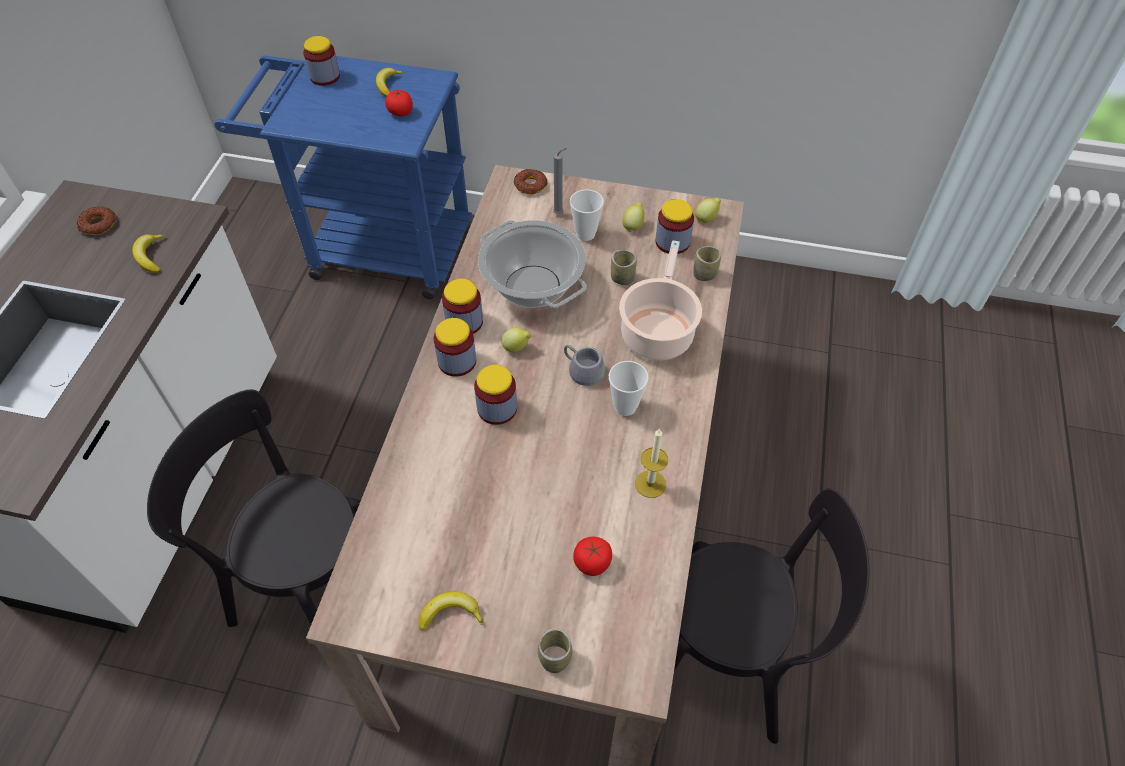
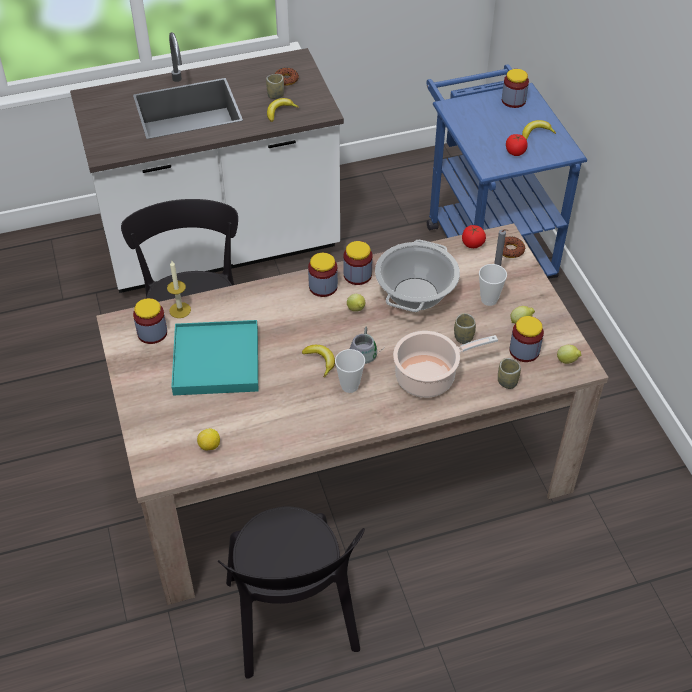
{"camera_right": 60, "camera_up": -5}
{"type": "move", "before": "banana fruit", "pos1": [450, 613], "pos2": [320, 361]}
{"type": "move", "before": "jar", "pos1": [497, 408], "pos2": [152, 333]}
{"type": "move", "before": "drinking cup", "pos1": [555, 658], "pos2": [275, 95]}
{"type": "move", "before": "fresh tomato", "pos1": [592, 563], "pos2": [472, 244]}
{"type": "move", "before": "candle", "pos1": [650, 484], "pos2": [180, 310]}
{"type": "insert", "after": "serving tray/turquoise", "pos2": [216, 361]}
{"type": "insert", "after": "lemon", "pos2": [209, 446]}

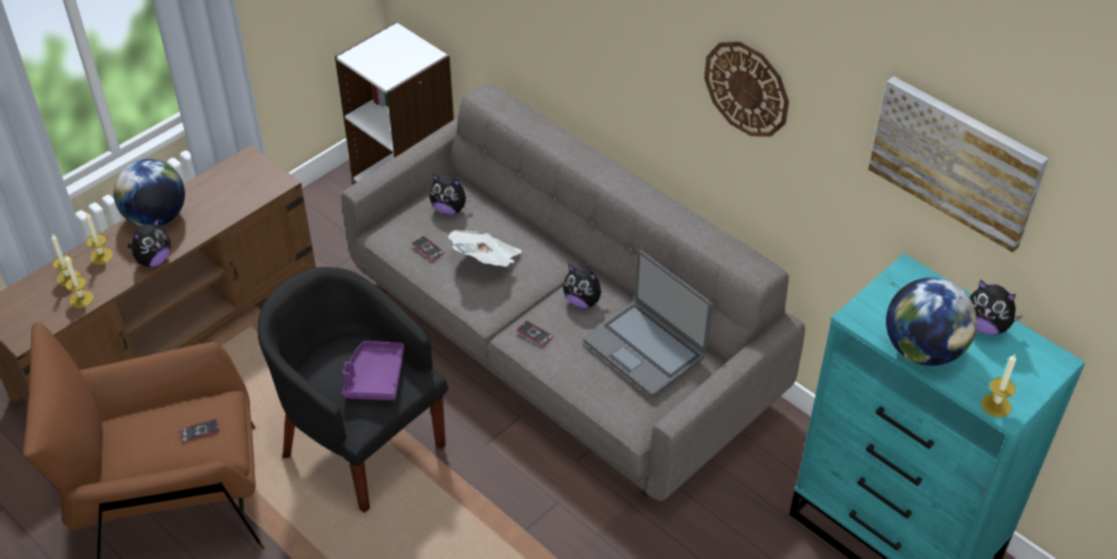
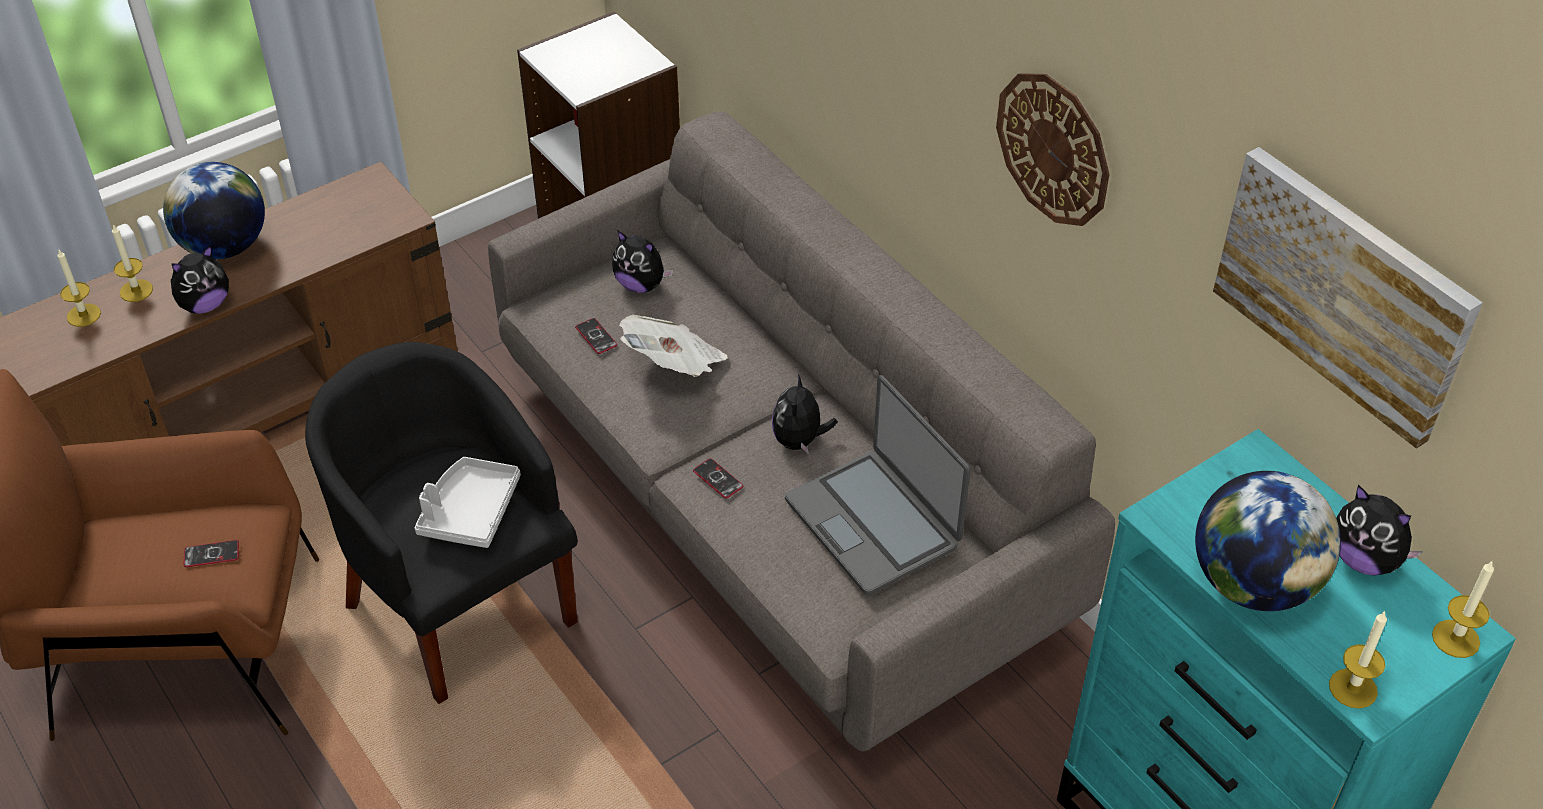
{"camera_right": 10, "camera_up": 0}
{"type": "move", "before": "candle", "pos1": [81, 299], "pos2": [1455, 638]}
{"type": "recolor", "before": "serving tray/purple", "after": "serving tray/gray", "pos1": [374, 377], "pos2": [470, 511]}
{"type": "rotate", "before": "cuddly toy", "pos1": [583, 301], "pos2": [799, 441], "turn": 60}

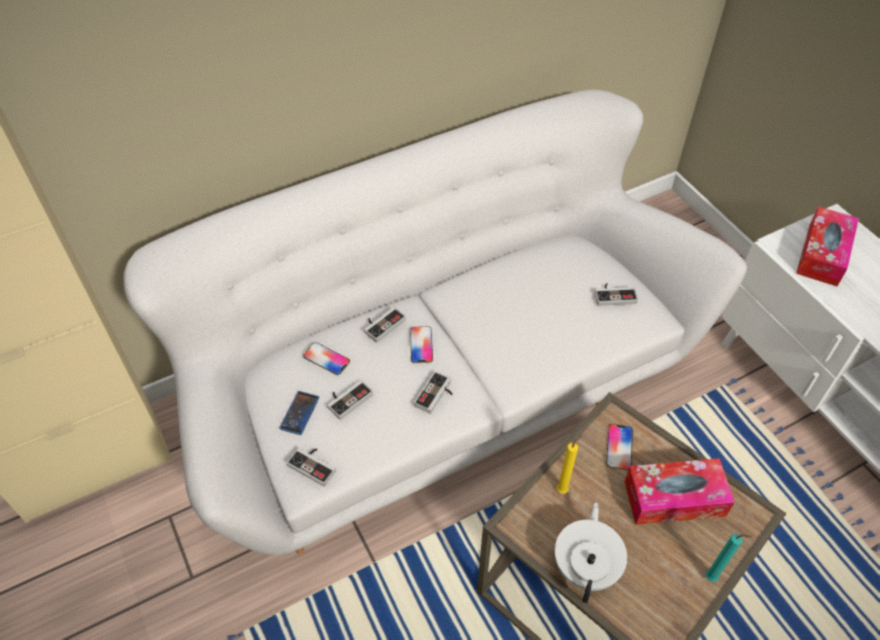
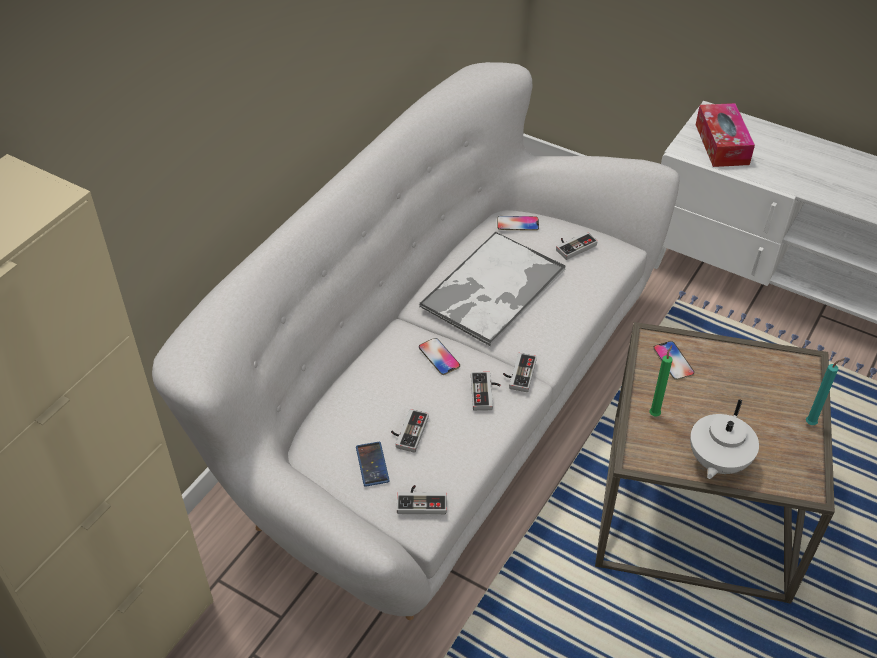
{"camera_right": -30, "camera_up": -5}
{"type": "move", "before": "phone", "pos1": [326, 359], "pos2": [517, 224]}
{"type": "move", "before": "game controller", "pos1": [382, 324], "pos2": [518, 373]}
{"type": "rotate", "before": "pot for tea/white", "pos1": [586, 566], "pos2": [717, 462], "turn": -135}
{"type": "recolor", "before": "candle/yellow", "after": "candle/green", "pos1": [563, 489], "pos2": [655, 413]}
{"type": "delete", "before": "tissue holder", "pos1": [674, 498]}
{"type": "insert", "after": "serving tray", "pos2": [492, 289]}

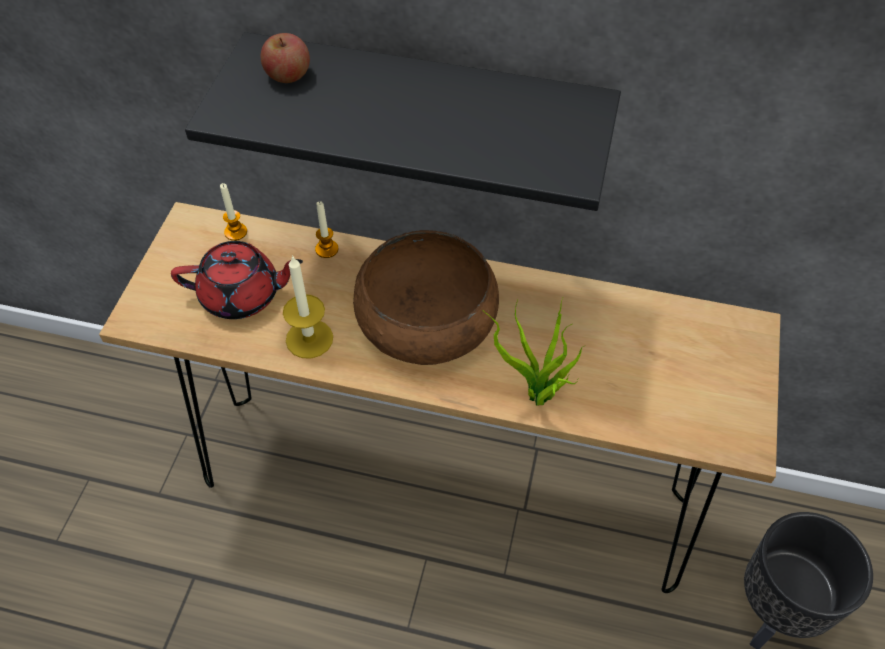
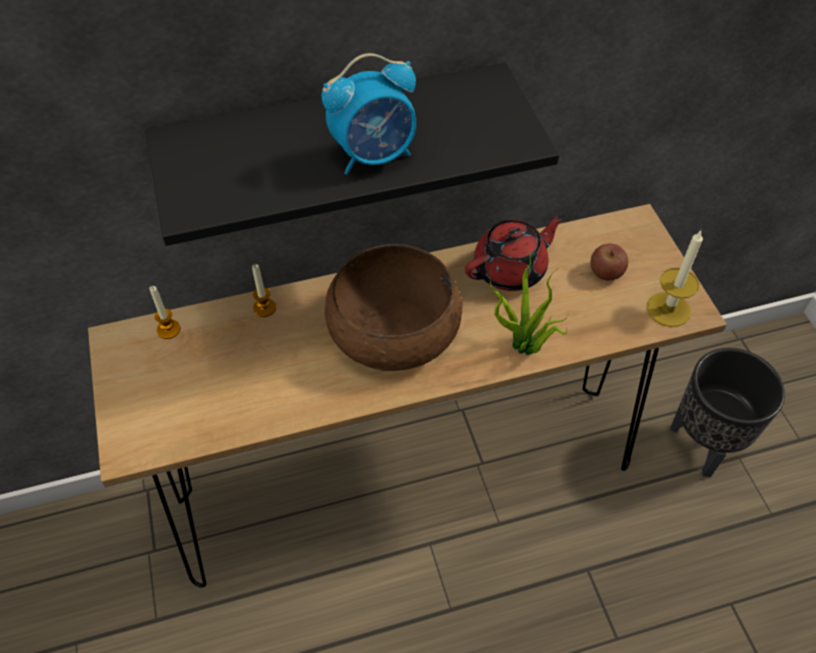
{"camera_right": -30, "camera_up": 0}
{"type": "move", "before": "pot for tea/red", "pos1": [242, 295], "pos2": [511, 269]}
{"type": "move", "before": "apple", "pos1": [288, 75], "pos2": [606, 272]}
{"type": "move", "before": "candle", "pos1": [309, 339], "pos2": [668, 309]}
{"type": "insert", "after": "table clock", "pos2": [374, 155]}

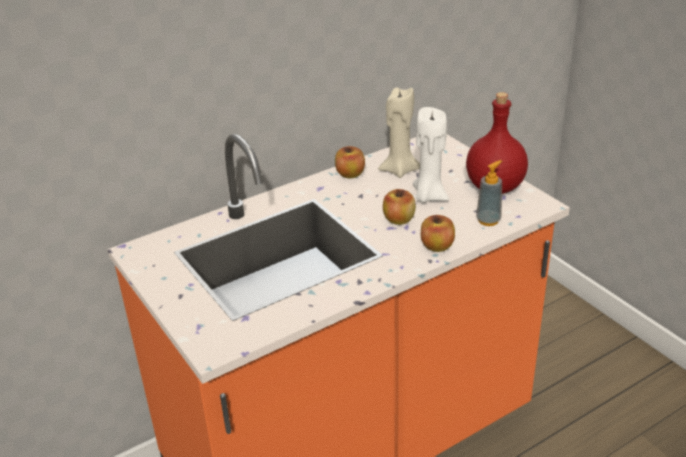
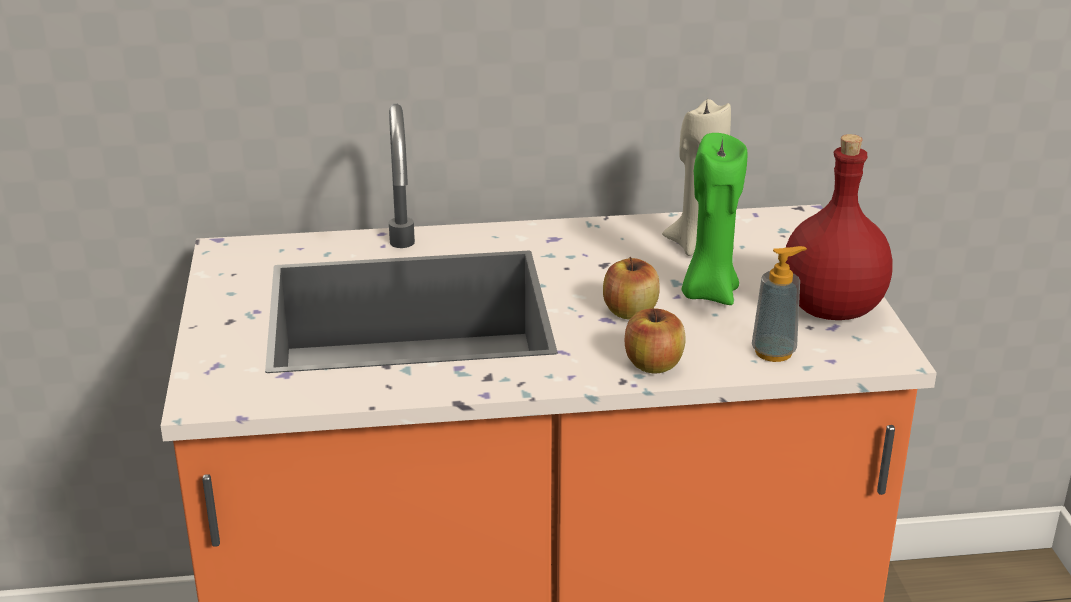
{"camera_right": 25, "camera_up": -5}
{"type": "delete", "before": "apple", "pos1": [350, 174]}
{"type": "recolor", "before": "candle/white", "after": "candle/green", "pos1": [428, 196], "pos2": [709, 293]}

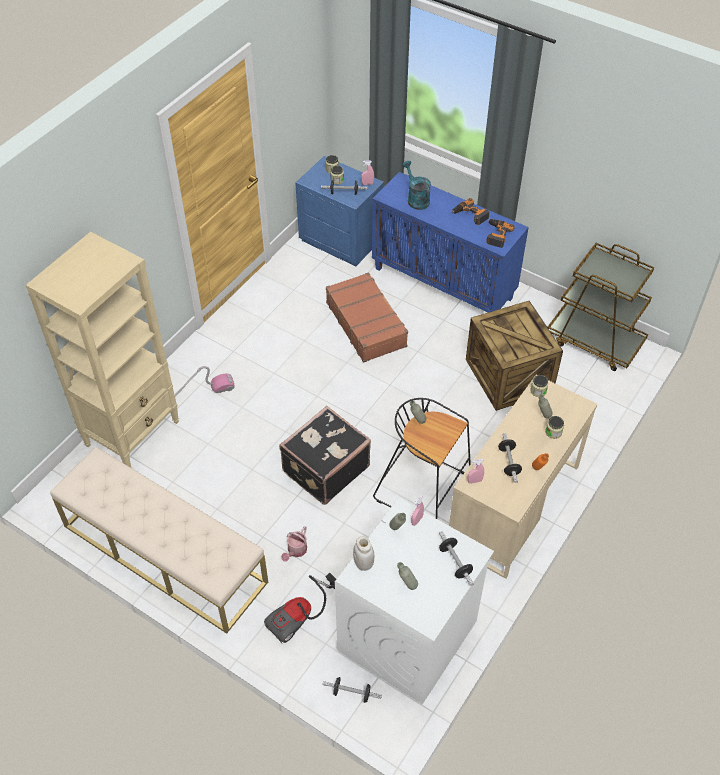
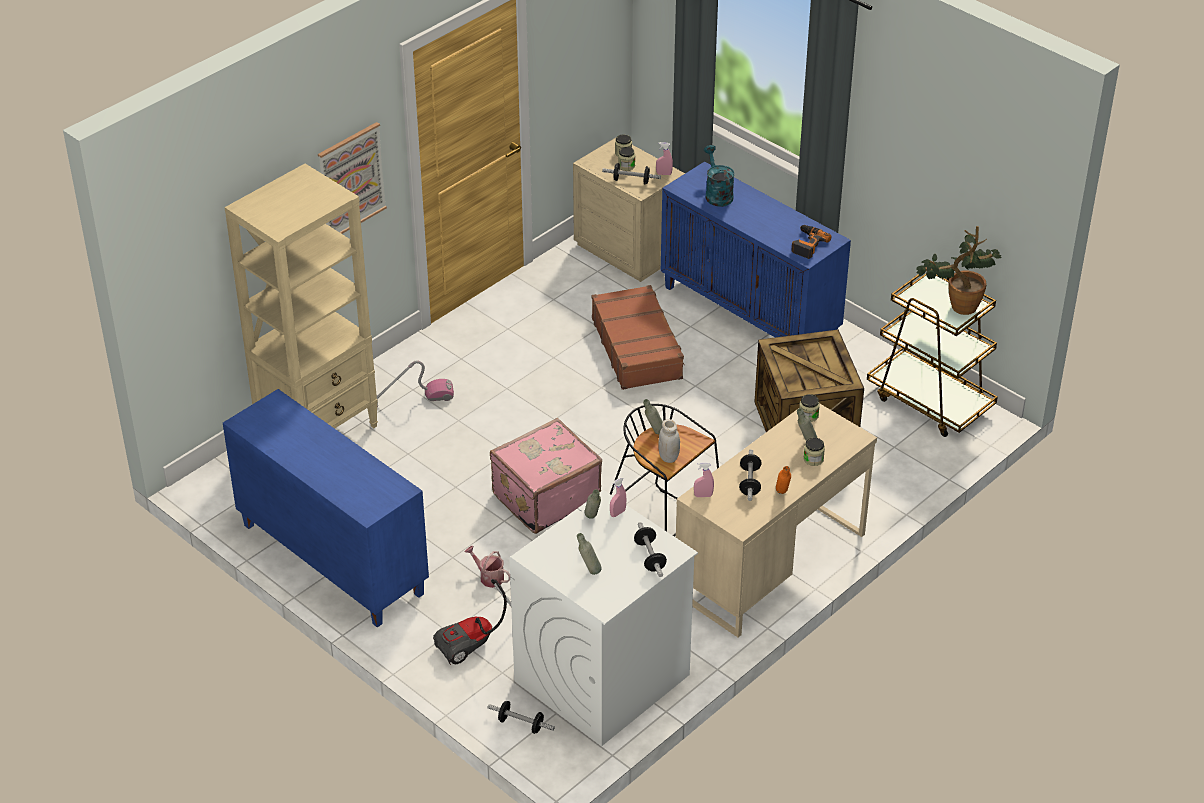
{"camera_right": 10, "camera_up": -10}
{"type": "replace", "before": "indoor bench/beige-coloured", "after": "storage cabinet/blue-coloured", "pos1": [164, 554], "pos2": [330, 559]}
{"type": "recolor", "before": "suitcase/blackish", "after": "suitcase/pinkish", "pos1": [324, 468], "pos2": [545, 497]}
{"type": "rotate", "before": "sprinkling can", "pos1": [296, 551], "pos2": [489, 577], "turn": 90}
{"type": "recolor", "before": "night table/blue-coloured", "after": "night table/beige-coloured", "pos1": [341, 240], "pos2": [629, 250]}
{"type": "move", "before": "jar/white", "pos1": [363, 563], "pos2": [668, 457]}
{"type": "delete", "before": "drill", "pos1": [470, 215]}
{"type": "insert", "after": "picture", "pos2": [351, 180]}
{"type": "insert", "after": "houseplant", "pos2": [957, 306]}

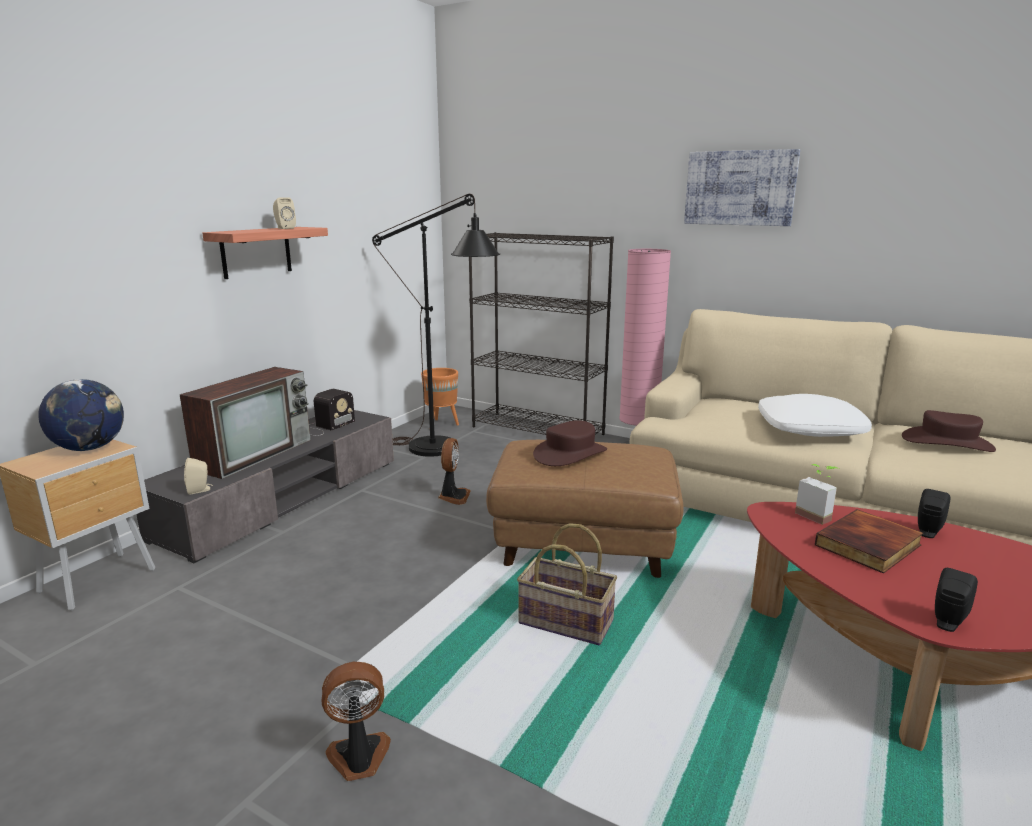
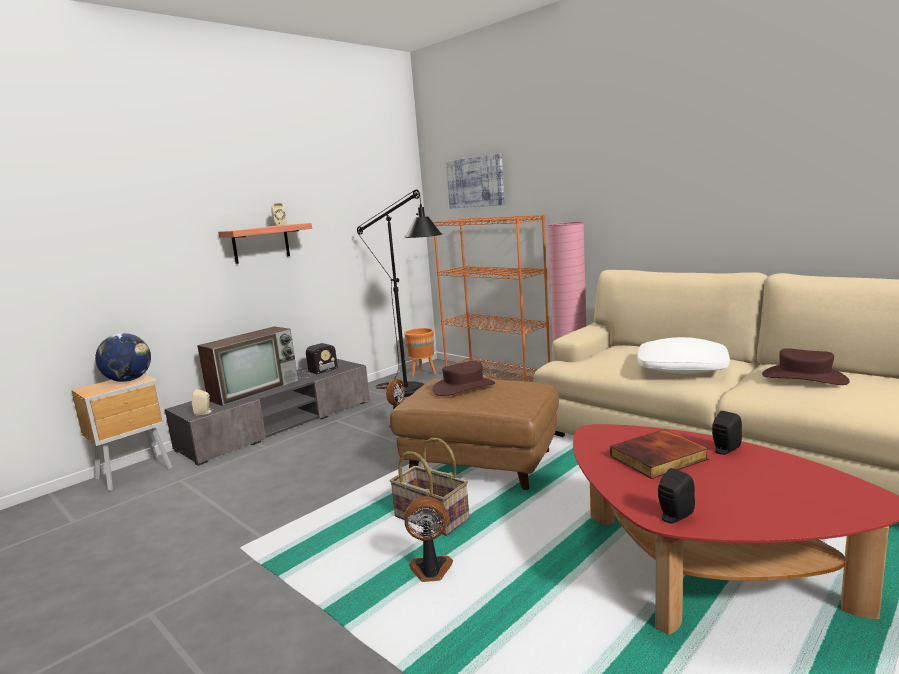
{"camera_right": 15, "camera_up": -5}
{"type": "move", "before": "electric fan", "pos1": [359, 758], "pos2": [431, 570]}
{"type": "recolor", "before": "bookshelf/blackish", "after": "bookshelf/orangey", "pos1": [538, 430], "pos2": [497, 378]}
{"type": "move", "before": "picture", "pos1": [739, 188], "pos2": [475, 182]}
{"type": "delete", "before": "houseplant", "pos1": [816, 515]}

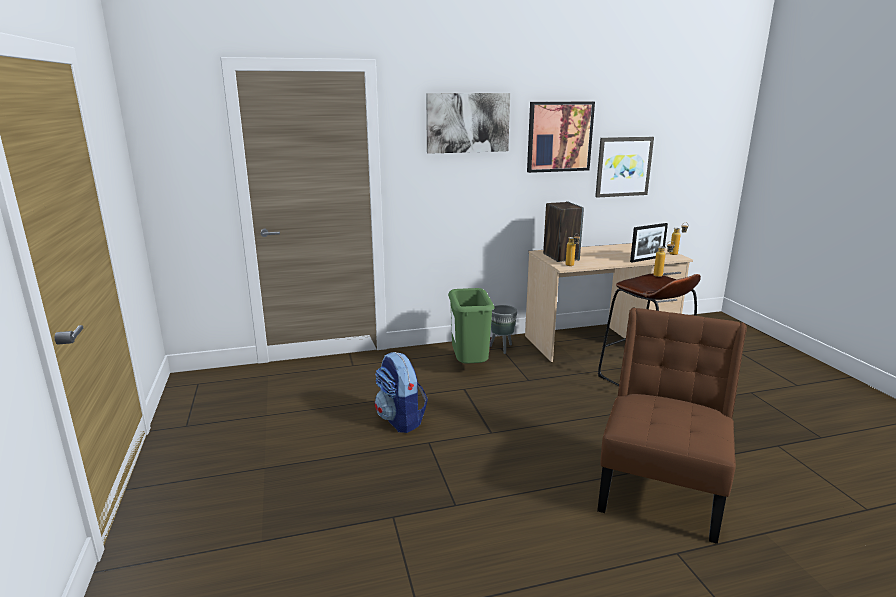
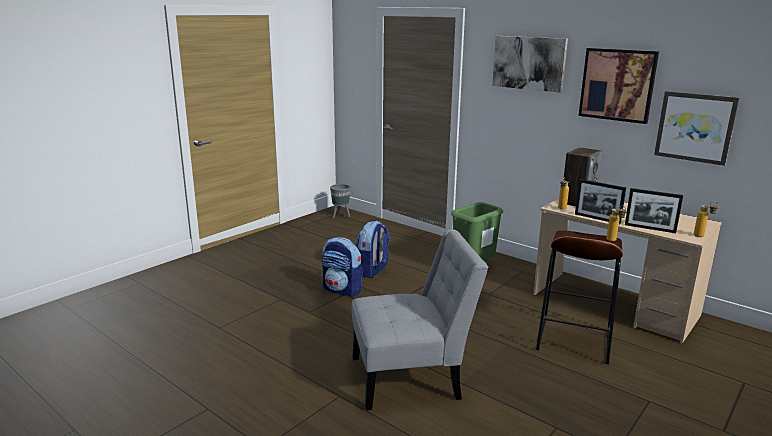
{"camera_right": 55, "camera_up": 0}
{"type": "move", "before": "flower pot/gray", "pos1": [501, 348], "pos2": [341, 216]}
{"type": "recolor", "before": "chair/brownish", "after": "chair/gray", "pos1": [661, 486], "pos2": [412, 377]}
{"type": "insert", "after": "rucksack", "pos2": [342, 290]}
{"type": "insert", "after": "picture frame", "pos2": [597, 218]}

